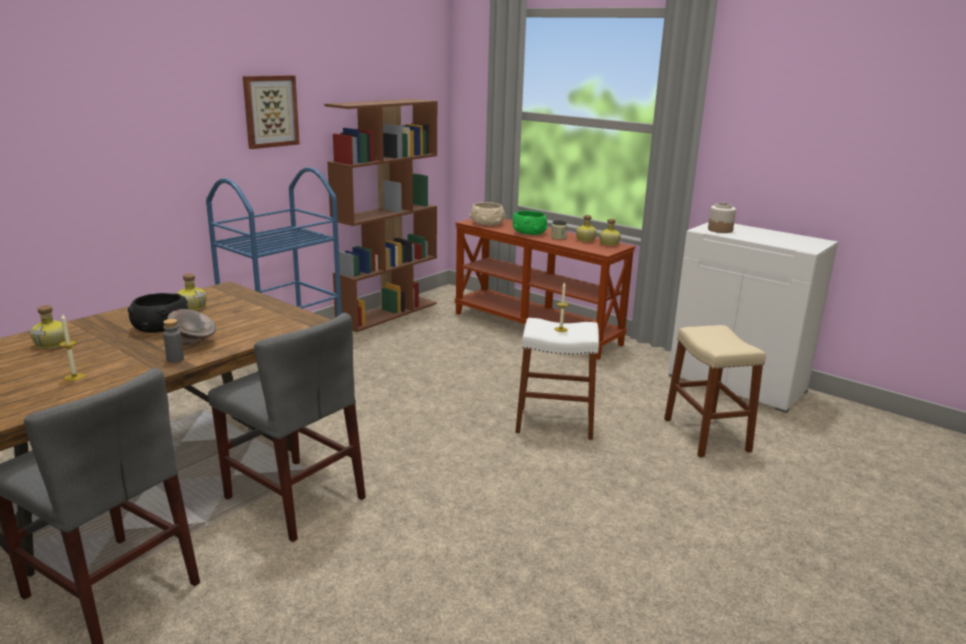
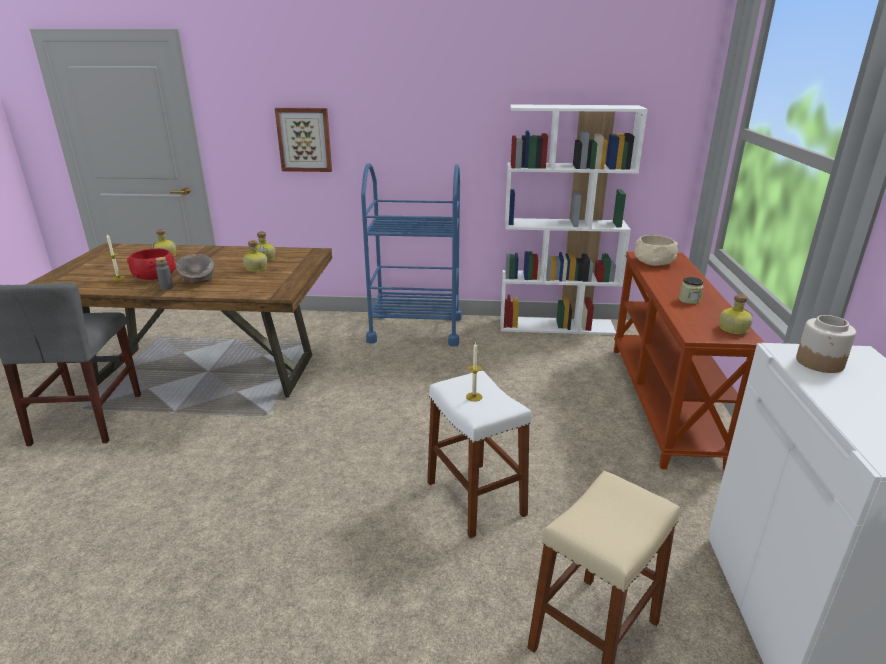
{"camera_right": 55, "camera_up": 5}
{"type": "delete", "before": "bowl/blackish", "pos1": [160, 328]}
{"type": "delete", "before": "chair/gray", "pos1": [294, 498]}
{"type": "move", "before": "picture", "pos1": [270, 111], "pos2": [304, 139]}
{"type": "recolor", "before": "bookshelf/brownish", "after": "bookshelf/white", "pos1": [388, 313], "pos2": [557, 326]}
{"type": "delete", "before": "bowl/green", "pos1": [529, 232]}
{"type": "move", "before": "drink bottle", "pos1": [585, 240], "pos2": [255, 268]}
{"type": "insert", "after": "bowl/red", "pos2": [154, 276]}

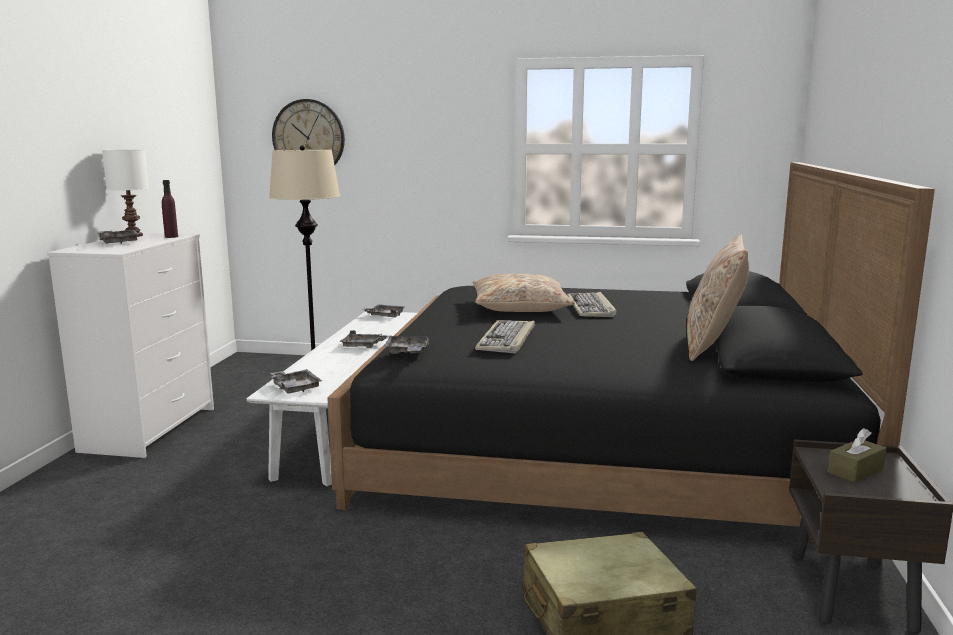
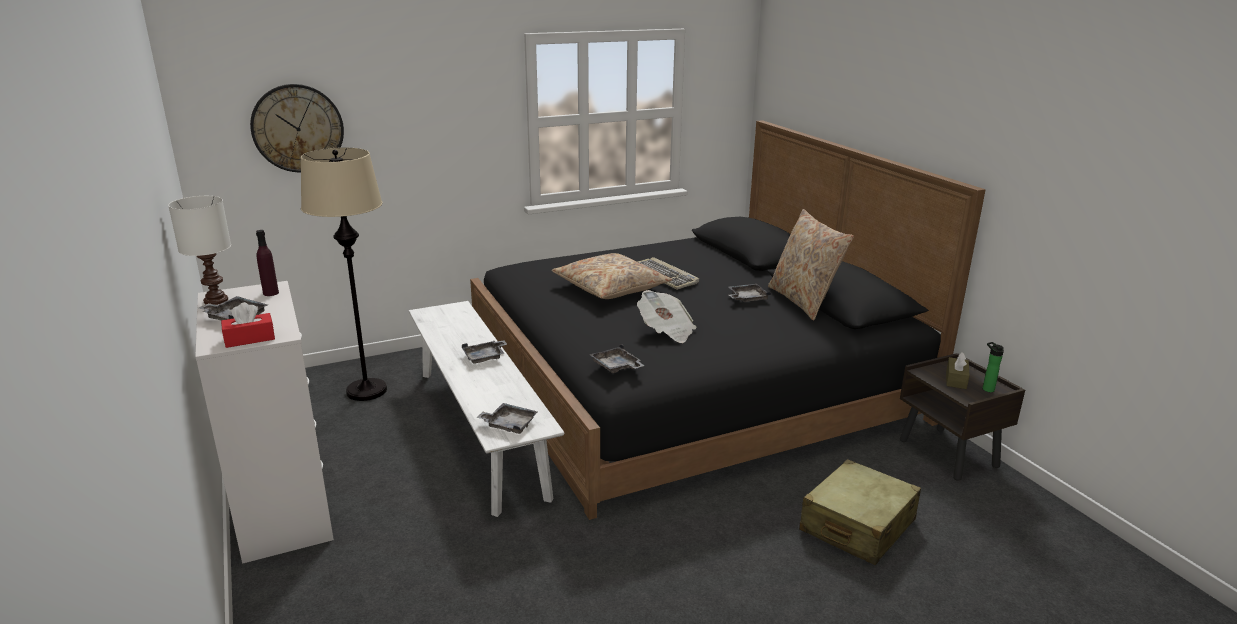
{"camera_right": -35, "camera_up": 10}
{"type": "move", "before": "serving tray/gray", "pos1": [385, 316], "pos2": [747, 298]}
{"type": "replace", "before": "keyboard", "after": "daily paper", "pos1": [507, 339], "pos2": [666, 331]}
{"type": "insert", "after": "tissue holder/red", "pos2": [249, 339]}
{"type": "insert", "after": "drink bottle", "pos2": [986, 388]}

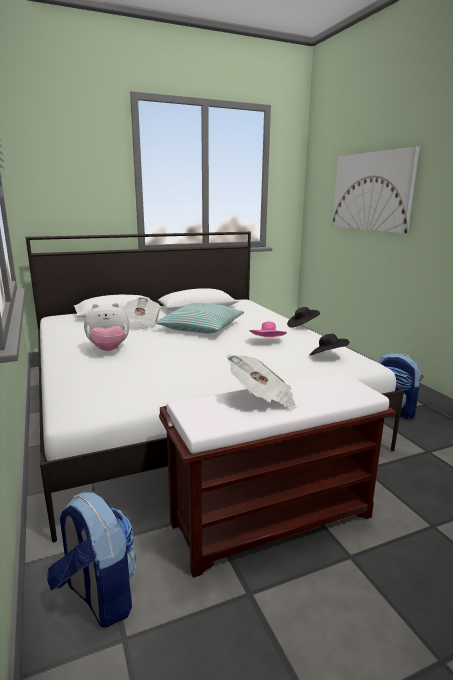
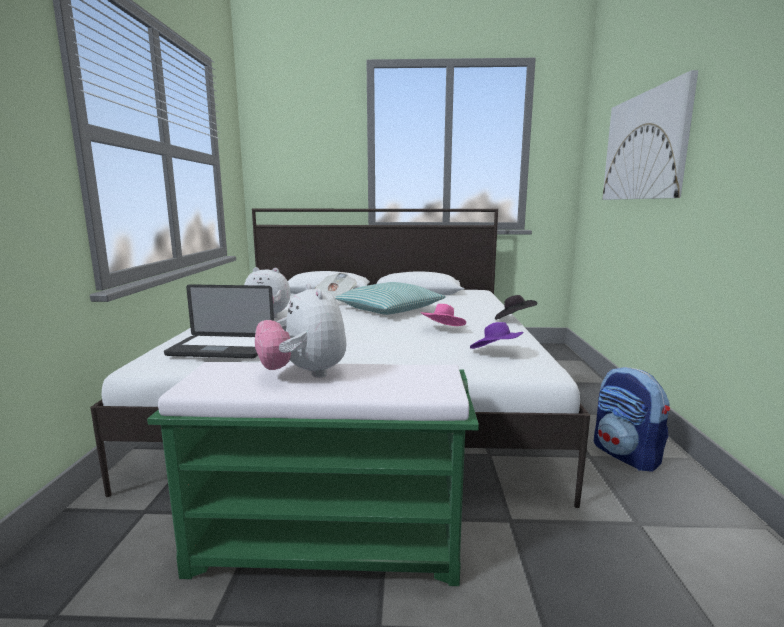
{"camera_right": 25, "camera_up": -5}
{"type": "delete", "before": "rucksack", "pos1": [97, 596]}
{"type": "recolor", "before": "indoor bench/brownish", "after": "indoor bench/green", "pos1": [273, 518], "pos2": [329, 544]}
{"type": "replace", "before": "daily paper", "after": "cuddly toy", "pos1": [262, 398], "pos2": [304, 374]}
{"type": "recolor", "before": "hat/blackish", "after": "hat/purple", "pos1": [327, 356], "pos2": [496, 353]}
{"type": "insert", "after": "notebook computer", "pos2": [222, 348]}

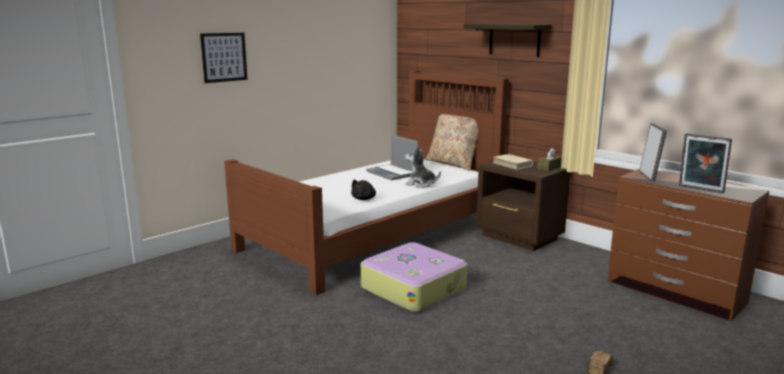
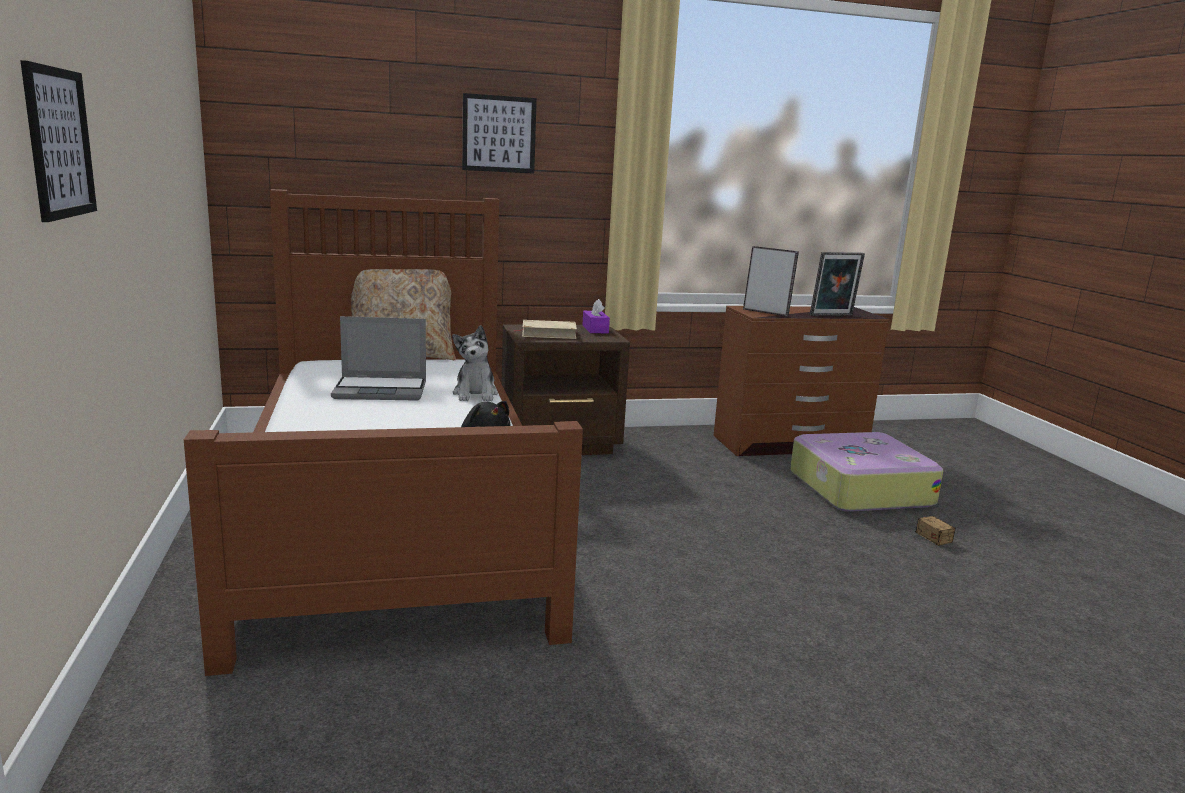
{"camera_right": -60, "camera_up": 0}
{"type": "move", "before": "suitcase", "pos1": [413, 288], "pos2": [858, 488]}
{"type": "rotate", "before": "cuddly toy", "pos1": [420, 184], "pos2": [475, 394], "turn": -60}
{"type": "replace", "before": "wall shelf", "after": "picture", "pos1": [514, 39], "pos2": [499, 134]}
{"type": "recolor", "before": "tissue holder/brownish", "after": "tissue holder/purple", "pos1": [549, 168], "pos2": [595, 329]}

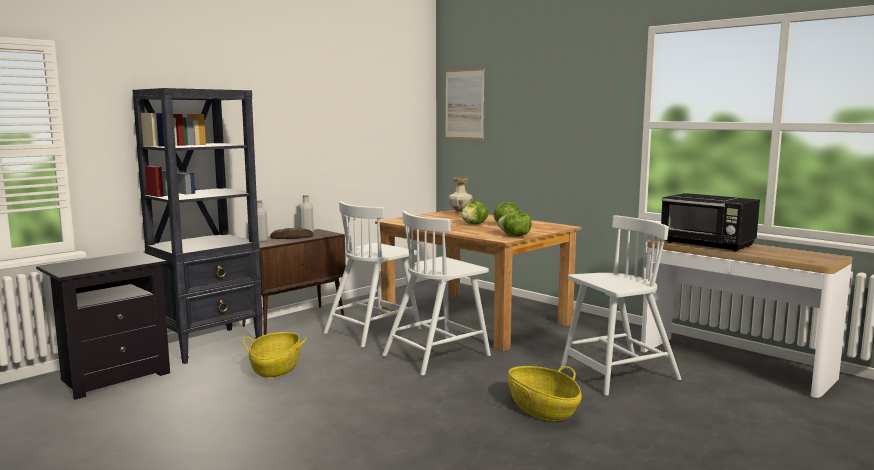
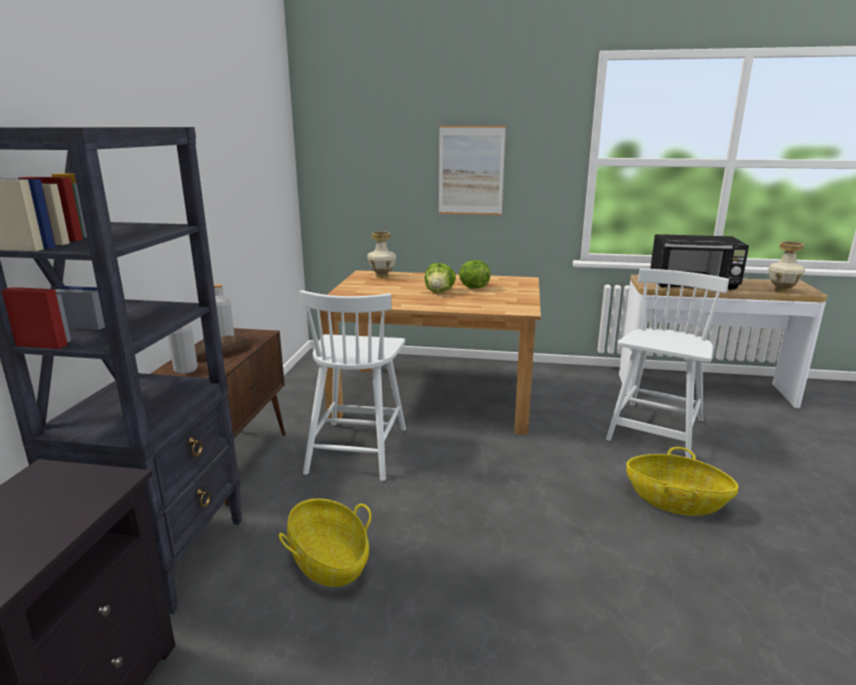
{"camera_right": -35, "camera_up": 10}
{"type": "delete", "before": "chair/white", "pos1": [437, 355]}
{"type": "move", "before": "picture", "pos1": [464, 104], "pos2": [471, 170]}
{"type": "delete", "before": "lettuce head", "pos1": [514, 236]}
{"type": "insert", "after": "vase", "pos2": [782, 291]}

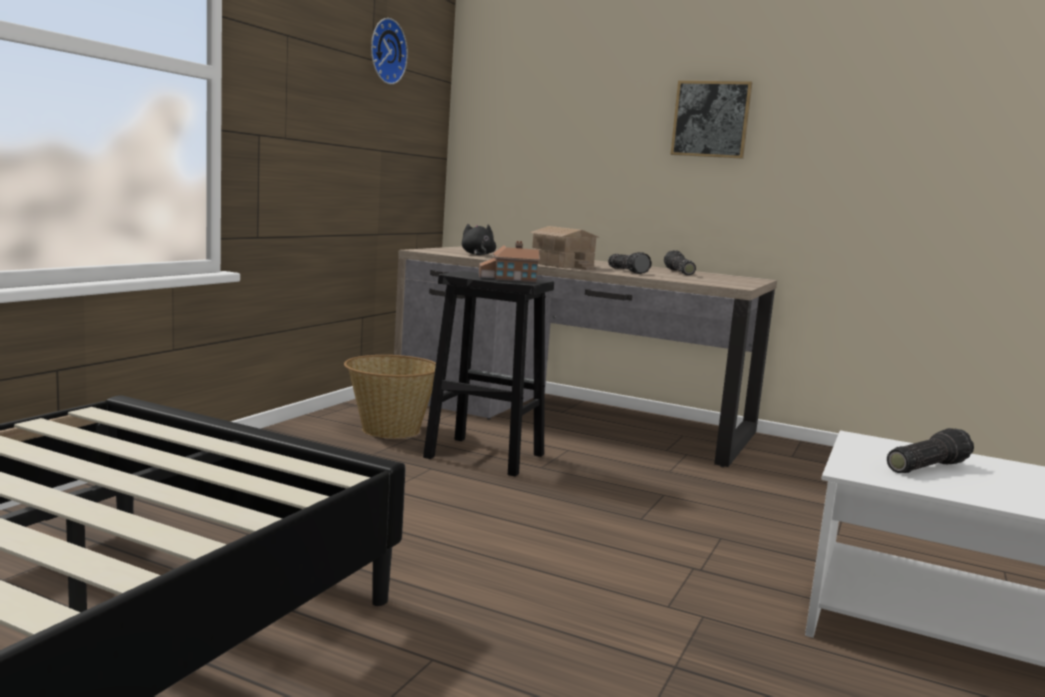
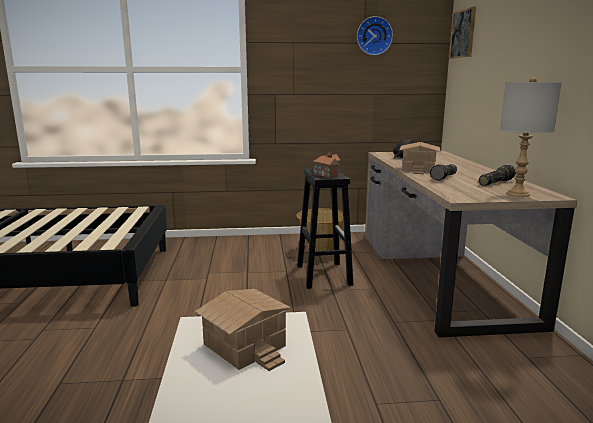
{"camera_right": 60, "camera_up": 5}
{"type": "move", "before": "picture", "pos1": [711, 119], "pos2": [463, 34]}
{"type": "replace", "before": "flashlight", "after": "model house", "pos1": [925, 466], "pos2": [243, 346]}
{"type": "insert", "after": "tabletop lamp/gray", "pos2": [517, 194]}

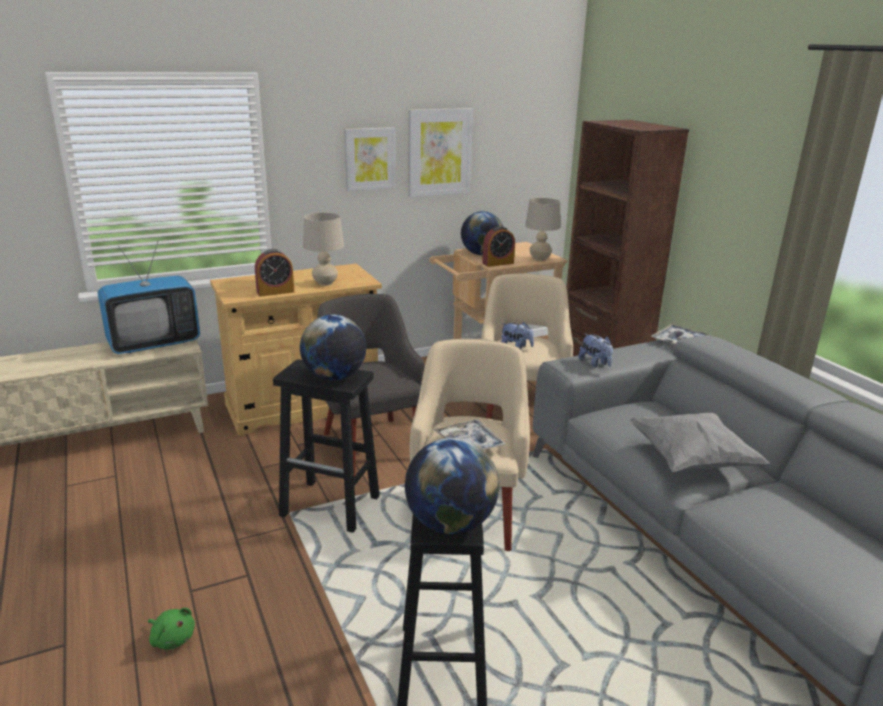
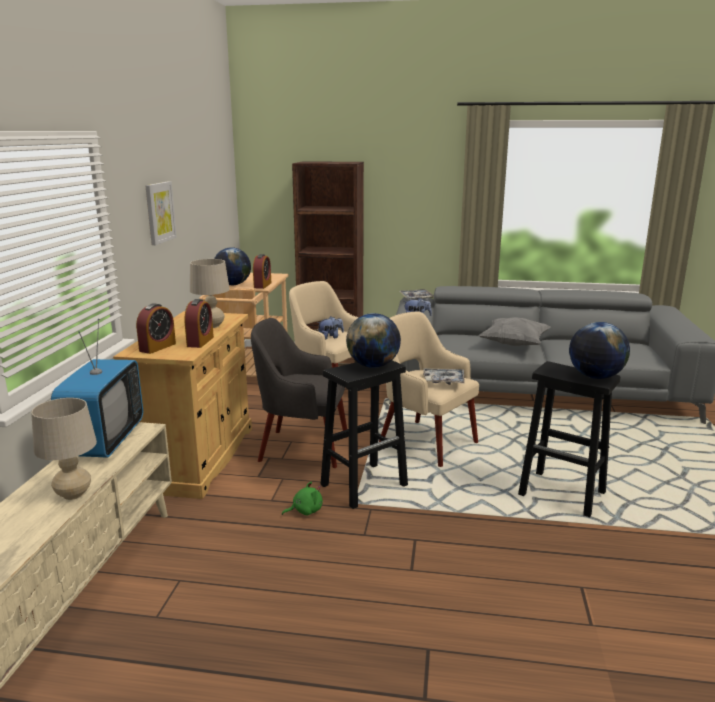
{"camera_right": -55, "camera_up": -5}
{"type": "move", "before": "cuddly toy/green", "pos1": [172, 638], "pos2": [305, 511]}
{"type": "delete", "before": "picture", "pos1": [439, 152]}
{"type": "move", "before": "tabletop lamp/beige-coloured", "pos1": [540, 259], "pos2": [73, 494]}
{"type": "insert", "after": "table clock", "pos2": [157, 347]}

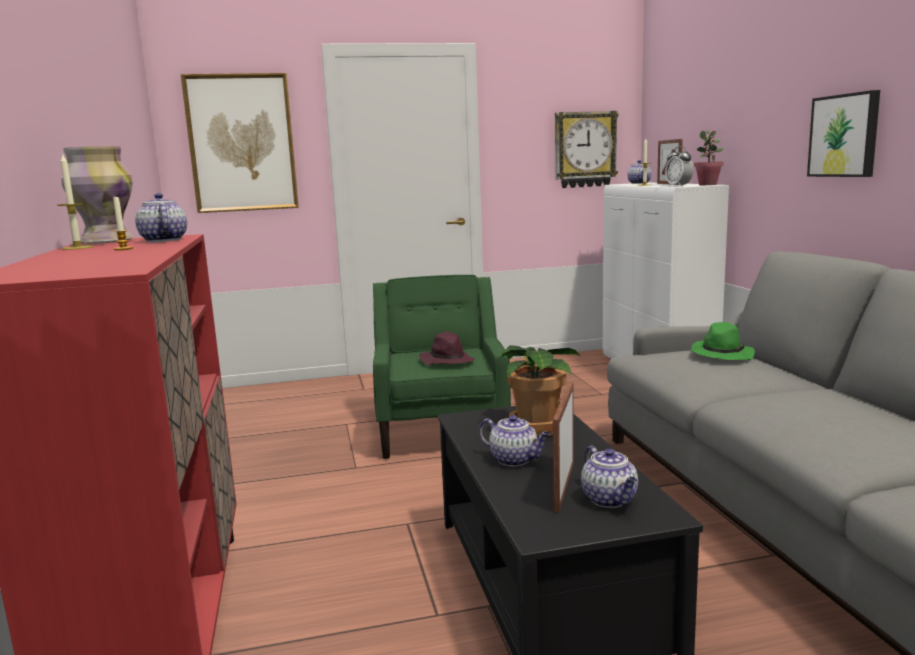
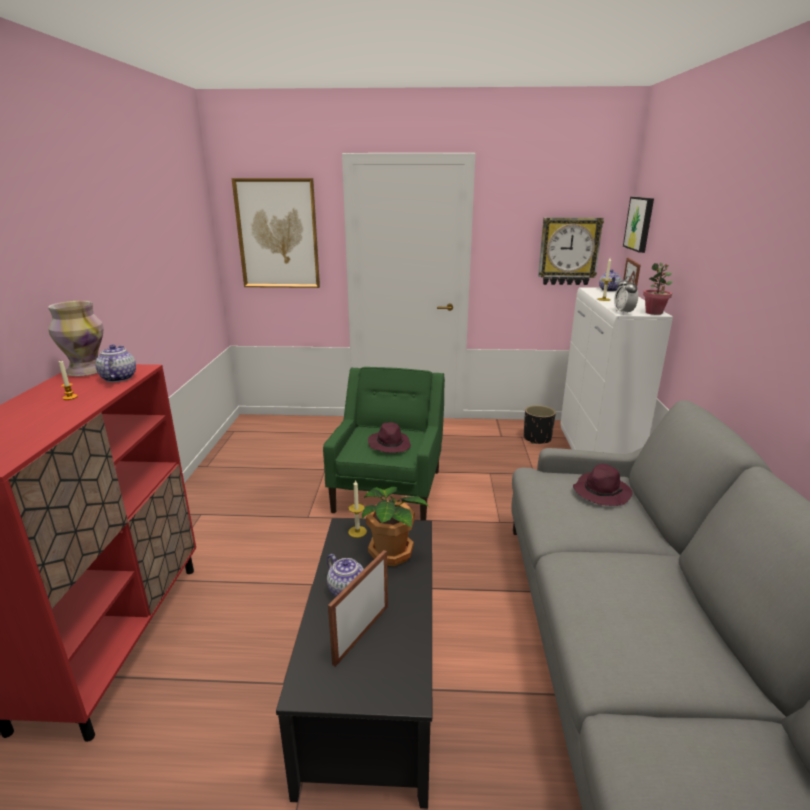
{"camera_right": 15, "camera_up": 10}
{"type": "move", "before": "candle", "pos1": [77, 248], "pos2": [357, 532]}
{"type": "delete", "before": "pot for tea", "pos1": [610, 500]}
{"type": "recolor", "before": "hat/green", "after": "hat/purple", "pos1": [721, 355], "pos2": [601, 492]}
{"type": "move", "before": "picture", "pos1": [844, 135], "pos2": [640, 223]}
{"type": "insert", "after": "flower pot/blackish", "pos2": [537, 438]}

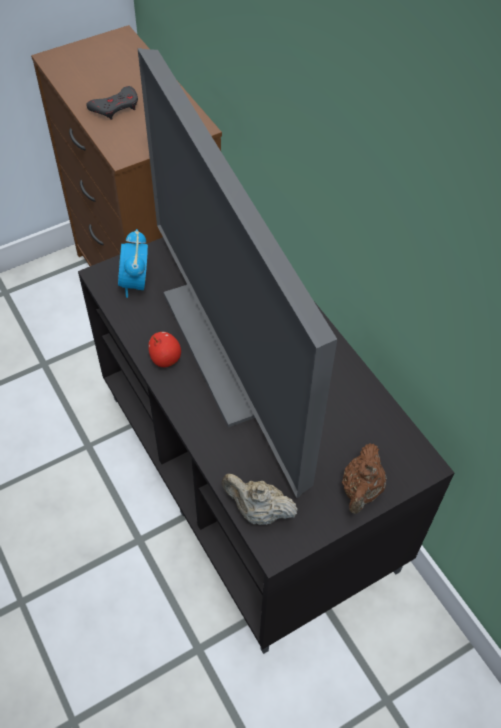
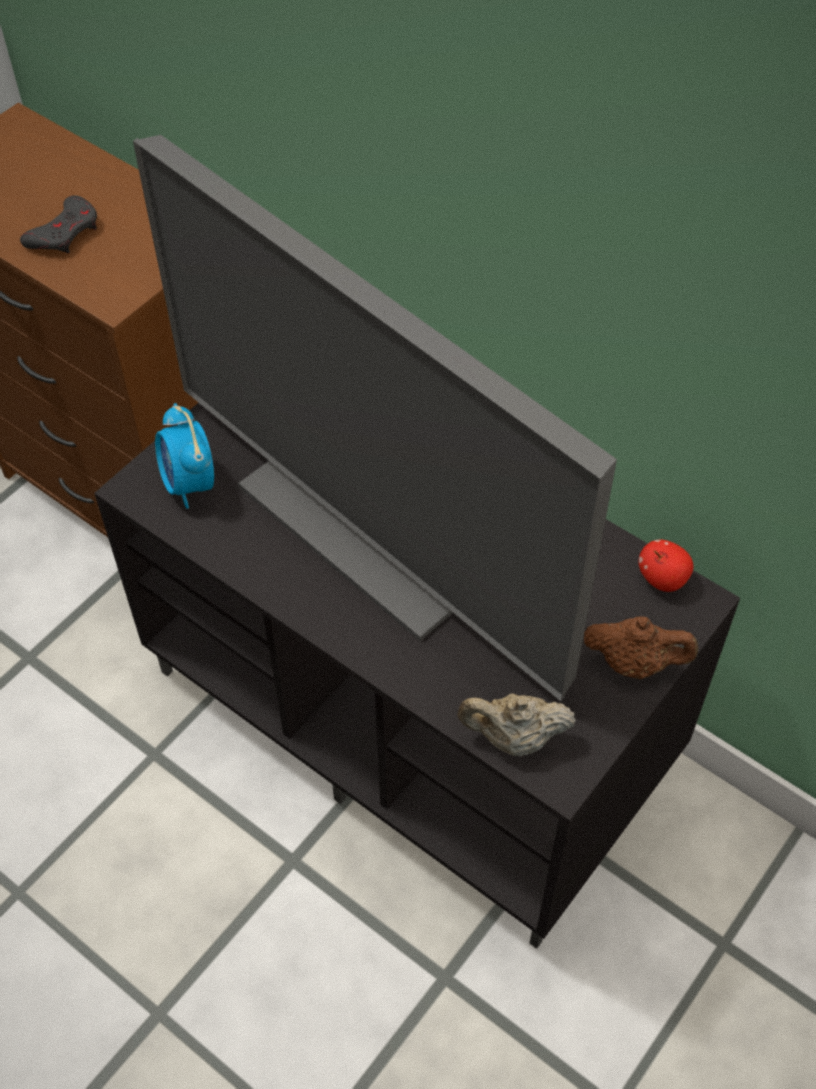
{"camera_right": -20, "camera_up": 0}
{"type": "move", "before": "apple", "pos1": [165, 359], "pos2": [662, 579]}
{"type": "rotate", "before": "pot for tea/brownish", "pos1": [361, 490], "pos2": [635, 663], "turn": -75}

